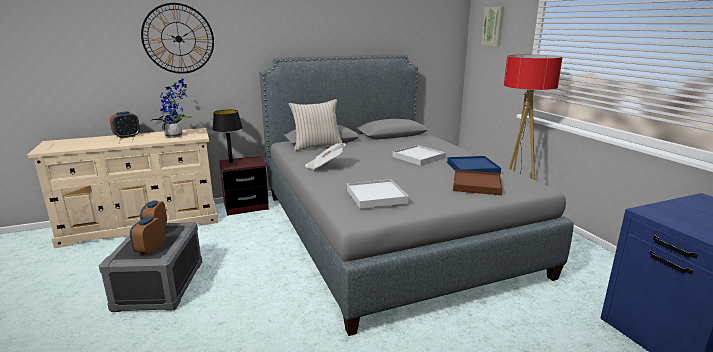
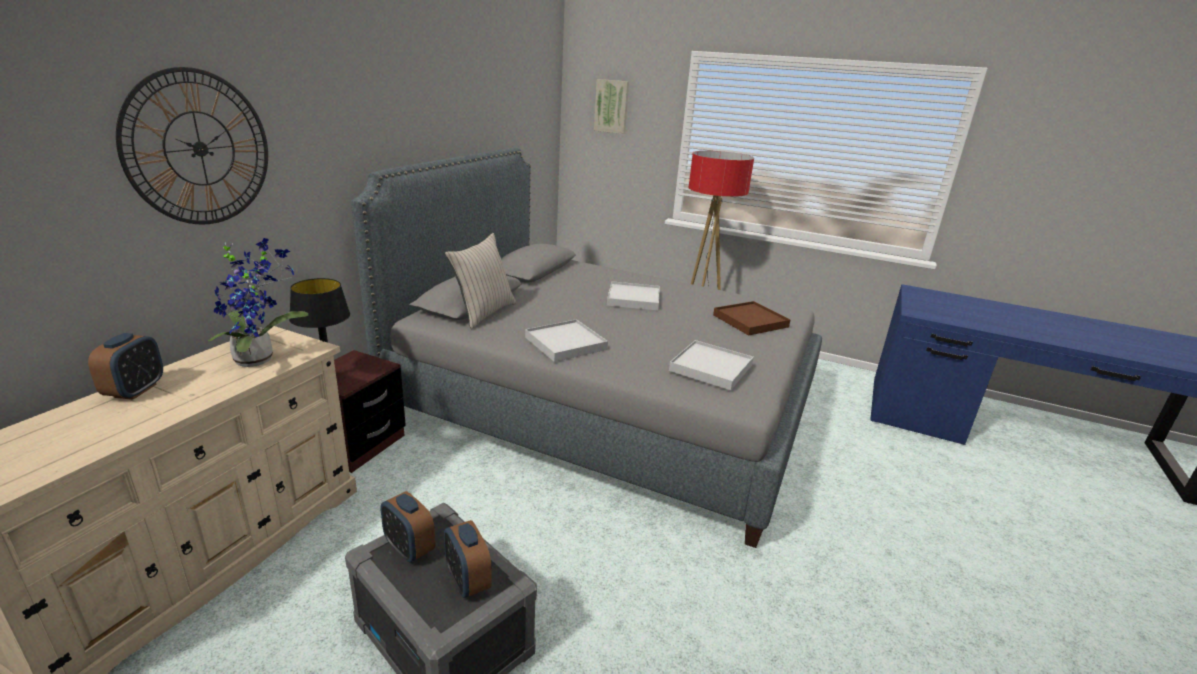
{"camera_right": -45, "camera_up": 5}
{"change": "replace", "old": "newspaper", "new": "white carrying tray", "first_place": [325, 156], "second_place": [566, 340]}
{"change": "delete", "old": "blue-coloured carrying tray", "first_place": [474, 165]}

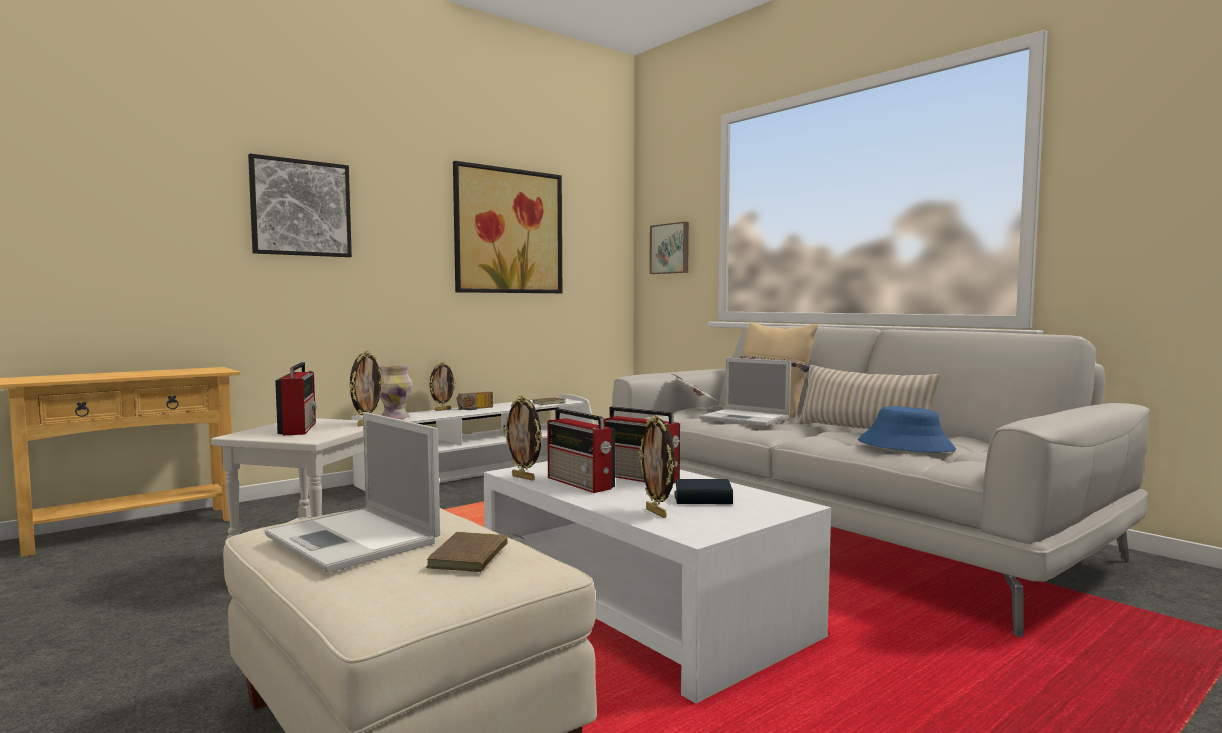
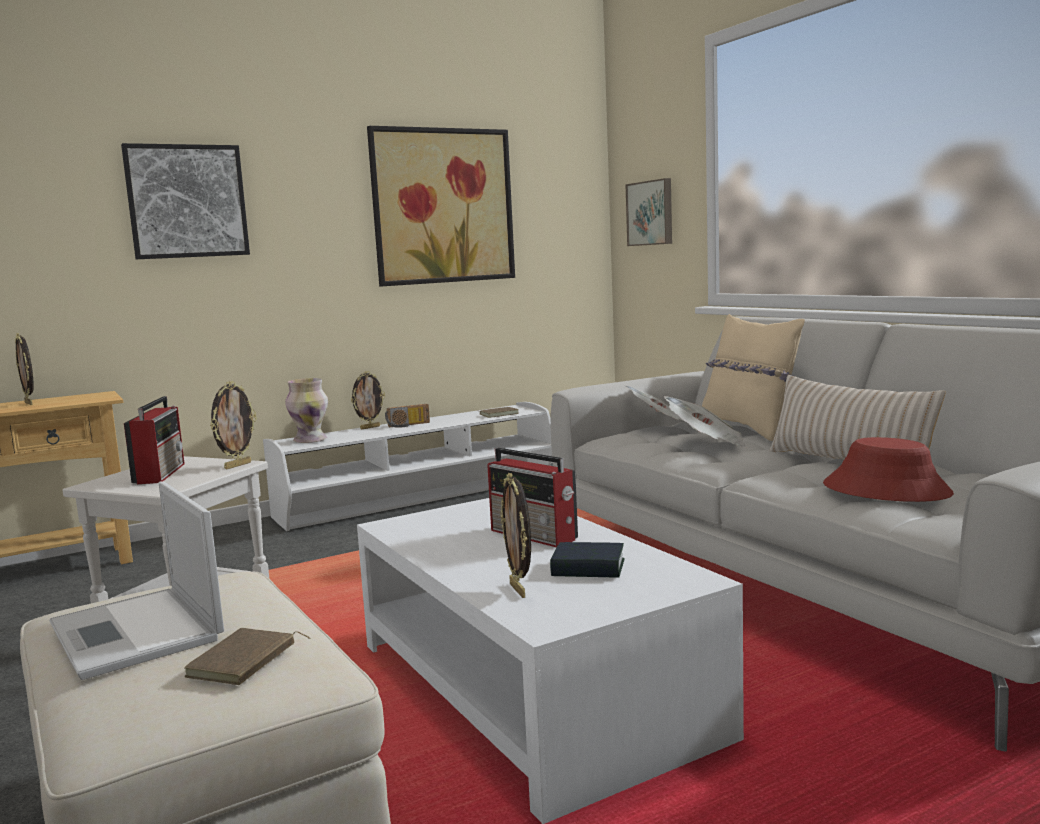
{"camera_right": 10, "camera_up": 5}
{"change": "move", "old": "standing frame", "first_place": [522, 438], "second_place": [24, 369]}
{"change": "delete", "old": "radio receiver", "first_place": [581, 450]}
{"change": "replace", "old": "portable computer", "new": "newspaper", "first_place": [745, 392], "second_place": [705, 422]}
{"change": "recolor", "old": "blue-coloured hat", "new": "red hat", "first_place": [907, 429], "second_place": [888, 469]}

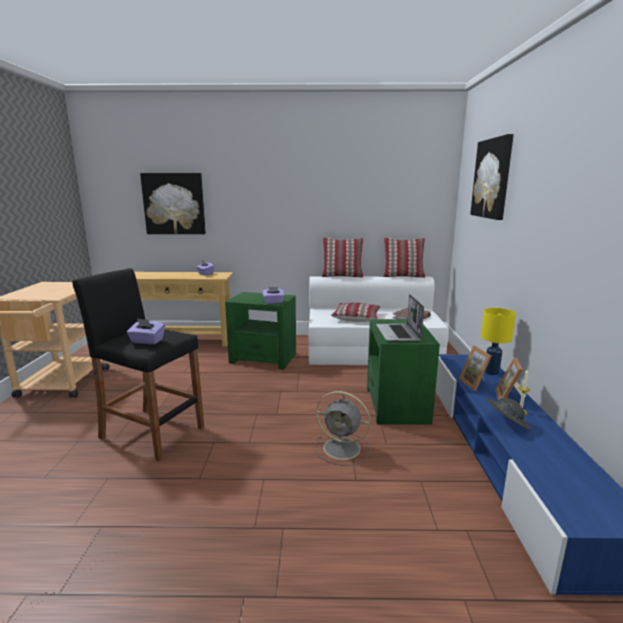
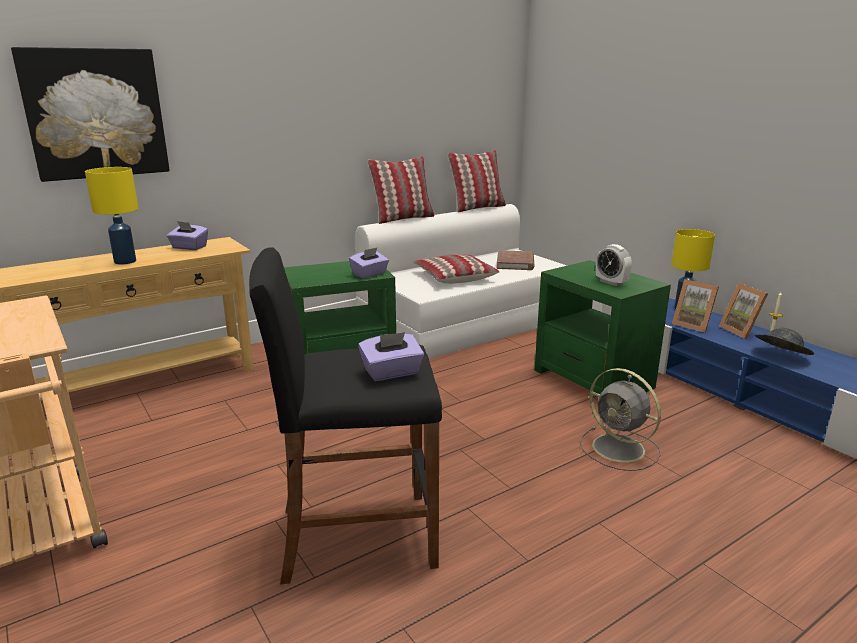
{"camera_right": -35, "camera_up": 5}
{"change": "rotate", "old": "grey fan", "first_place": [343, 428], "second_place": [620, 419], "degrees": 60}
{"change": "replace", "old": "portable computer", "new": "bedside clock", "first_place": [400, 318], "second_place": [614, 265]}
{"change": "delete", "old": "wall picture", "first_place": [492, 177]}
{"change": "insert", "new": "yellow-coloured table lamp", "second_place": [112, 216]}

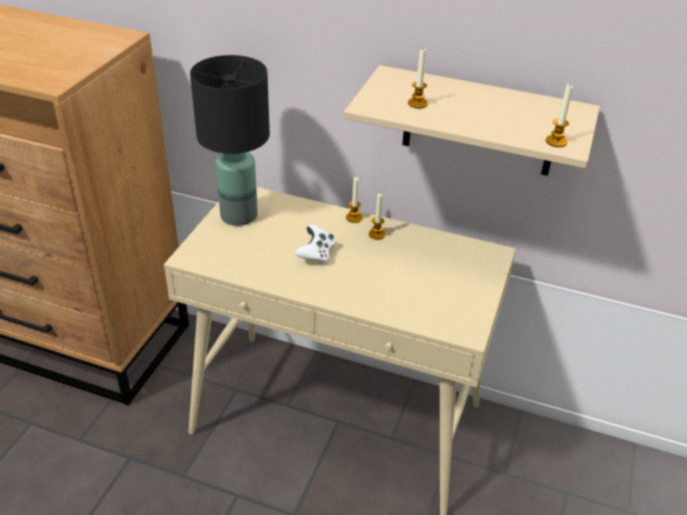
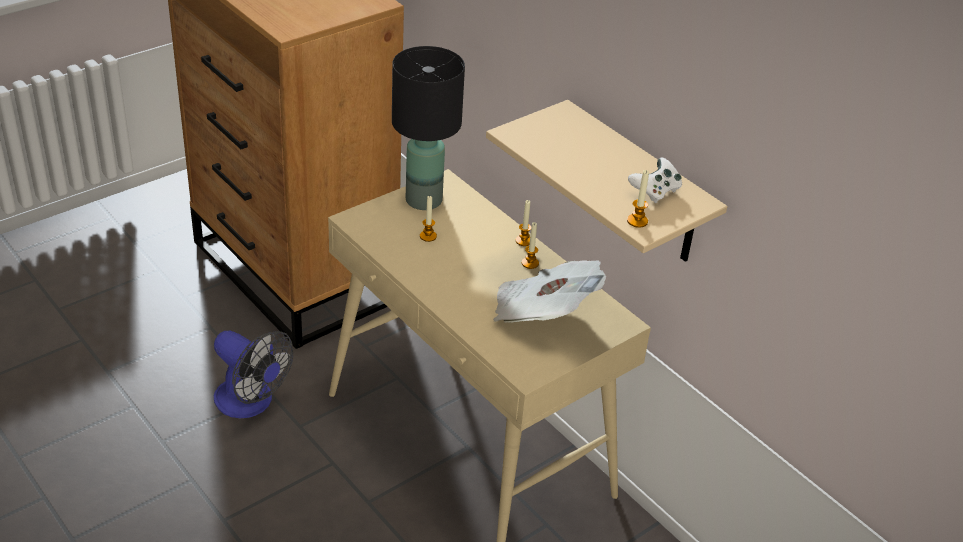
{"camera_right": 30, "camera_up": 0}
{"change": "move", "old": "white gamepad", "first_place": [315, 245], "second_place": [655, 180]}
{"change": "move", "old": "wax light", "first_place": [418, 78], "second_place": [428, 219]}
{"change": "insert", "new": "fan", "second_place": [253, 374]}
{"change": "insert", "new": "newspaper", "second_place": [549, 291]}

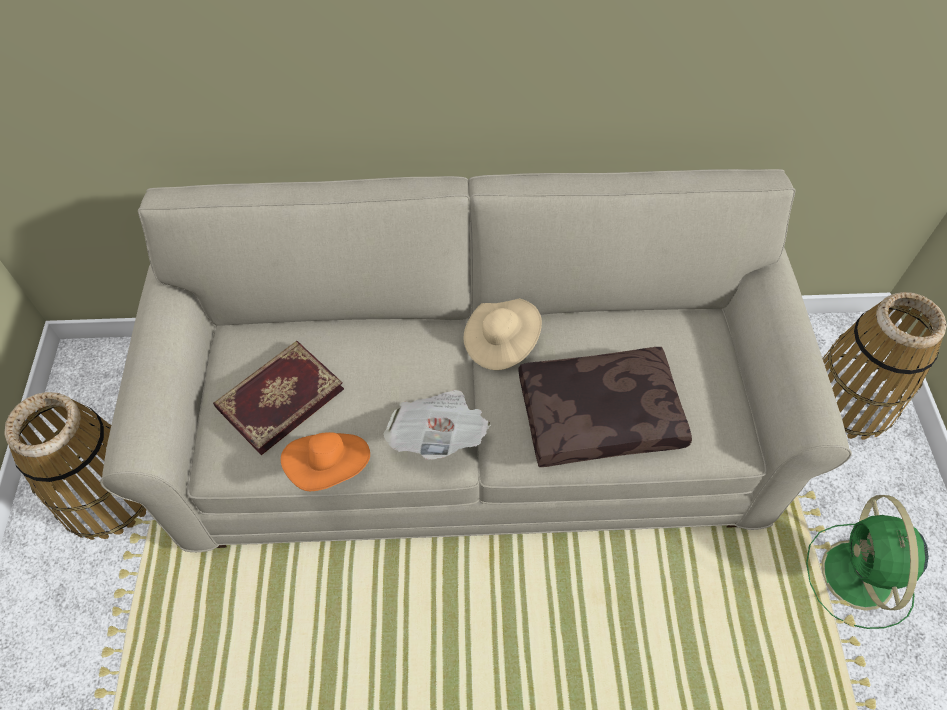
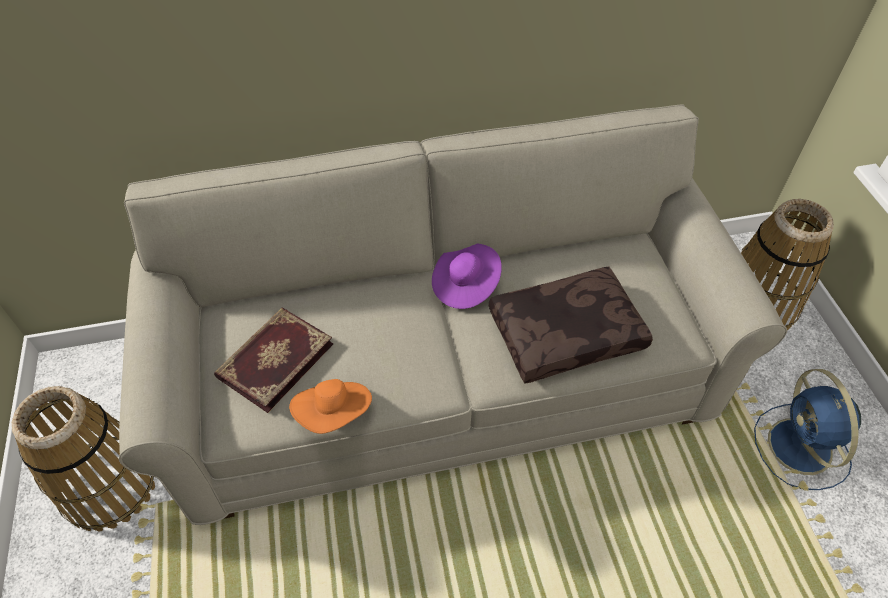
{"camera_right": -10, "camera_up": -5}
{"change": "delete", "old": "newspaper", "first_place": [437, 425]}
{"change": "recolor", "old": "beige-coloured hat", "new": "purple-coloured hat", "first_place": [503, 334], "second_place": [467, 276]}
{"change": "recolor", "old": "greenish fan", "new": "blue-coloured fan", "first_place": [867, 562], "second_place": [807, 429]}

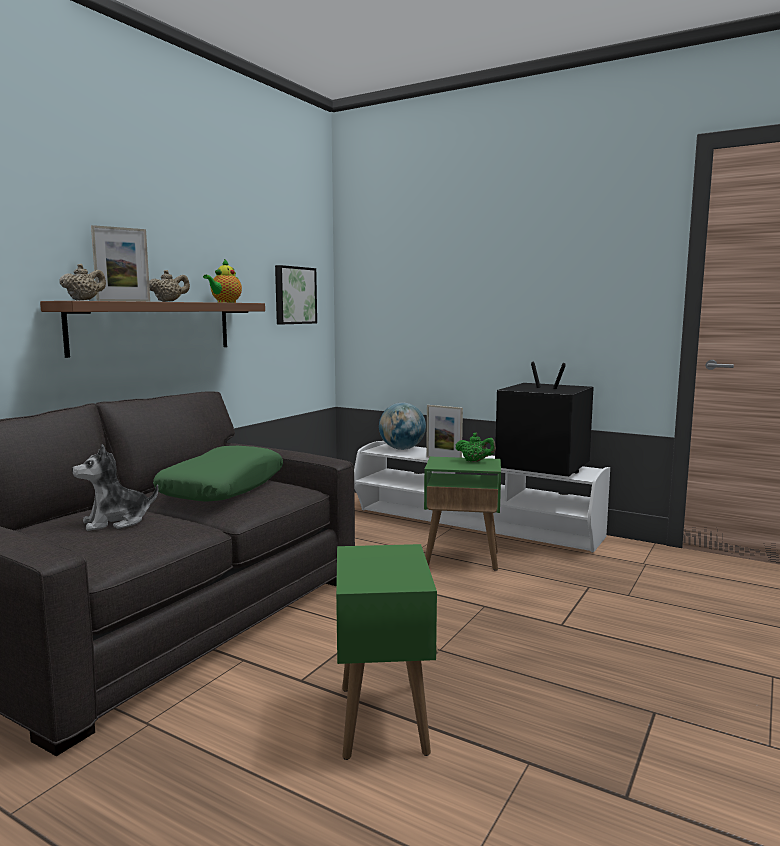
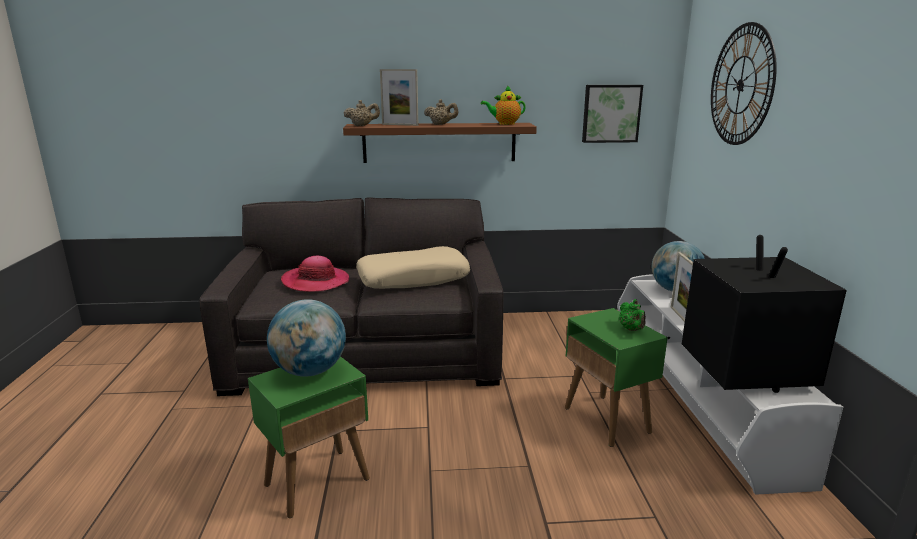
{"camera_right": 55, "camera_up": 10}
{"change": "replace", "old": "soft toy", "new": "hat", "first_place": [115, 487], "second_place": [315, 274]}
{"change": "recolor", "old": "greenish pillow", "new": "beige-coloured pillow", "first_place": [218, 474], "second_place": [413, 267]}
{"change": "insert", "new": "desk globe", "second_place": [306, 338]}
{"change": "insert", "new": "wall clock", "second_place": [744, 83]}

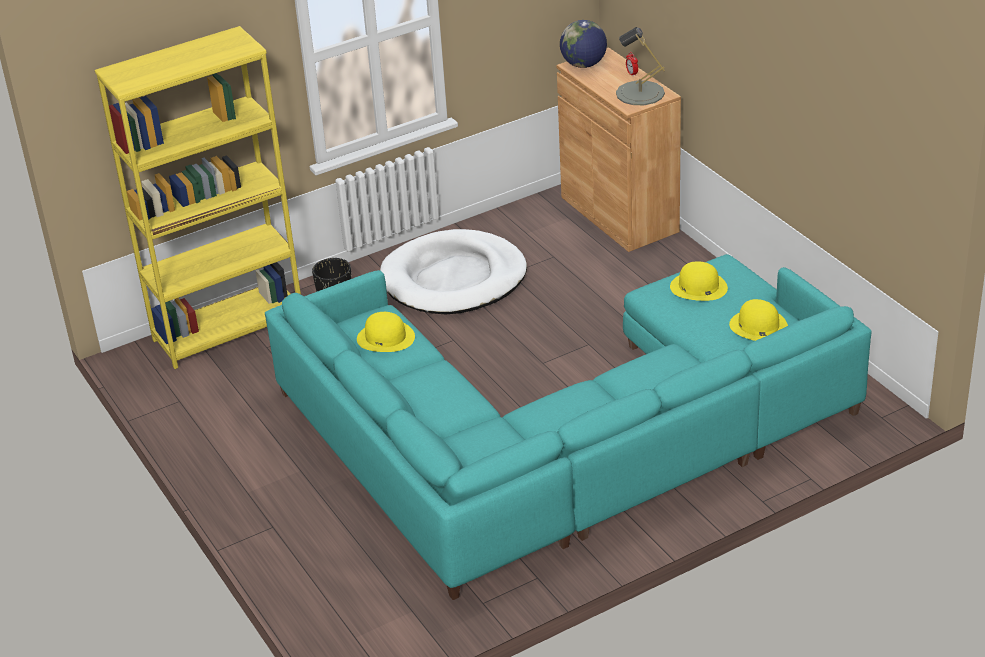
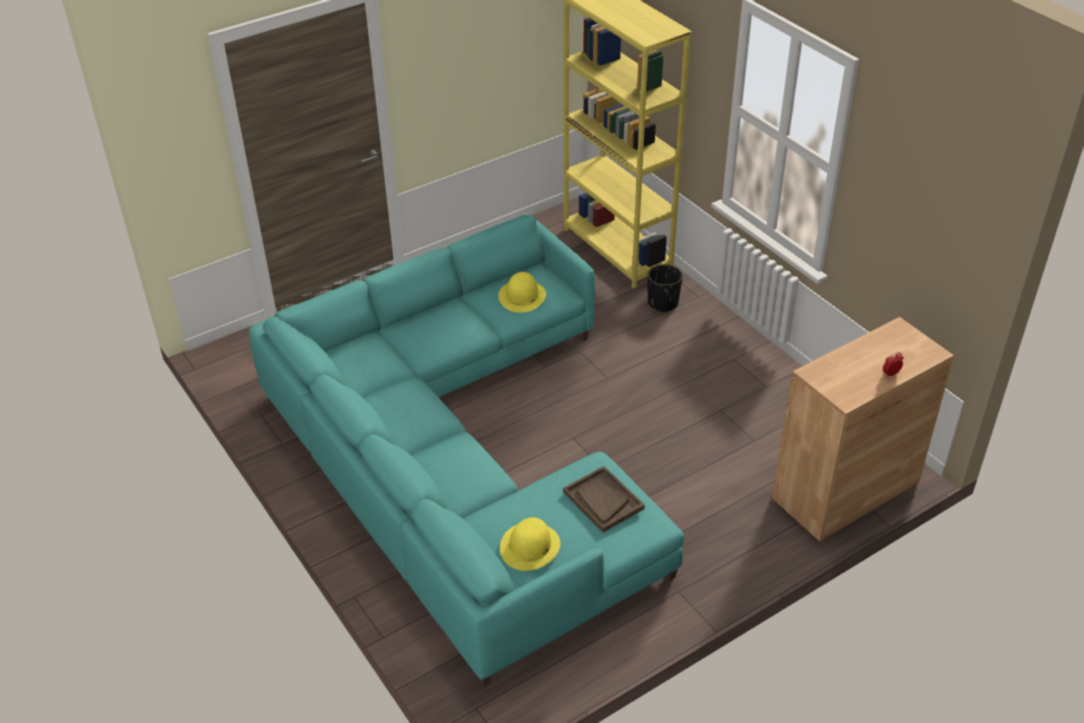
{"camera_right": 85, "camera_up": 5}
{"change": "delete", "old": "white dog bed", "first_place": [453, 272]}
{"change": "delete", "old": "desk globe", "first_place": [583, 44]}
{"change": "delete", "old": "grey table lamp", "first_place": [640, 66]}
{"change": "replace", "old": "yellow-coloured hat", "new": "brown carrying tray", "first_place": [699, 281], "second_place": [604, 499]}

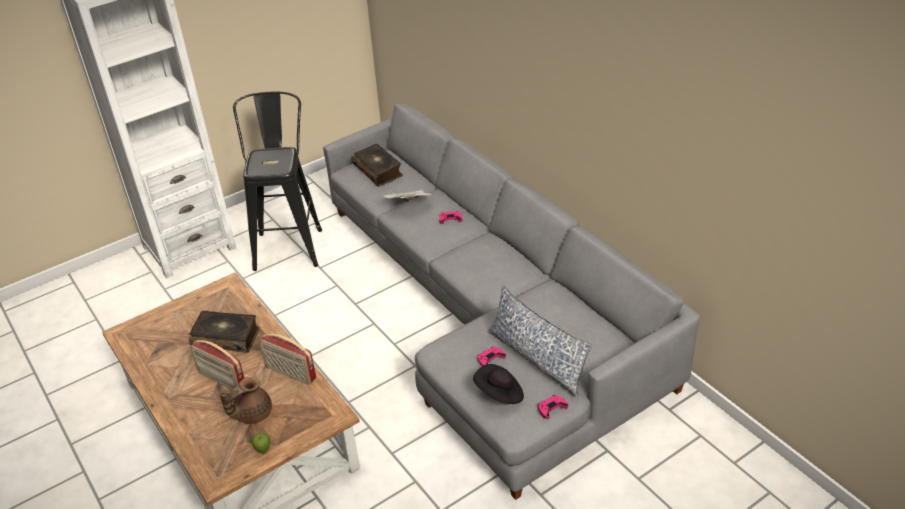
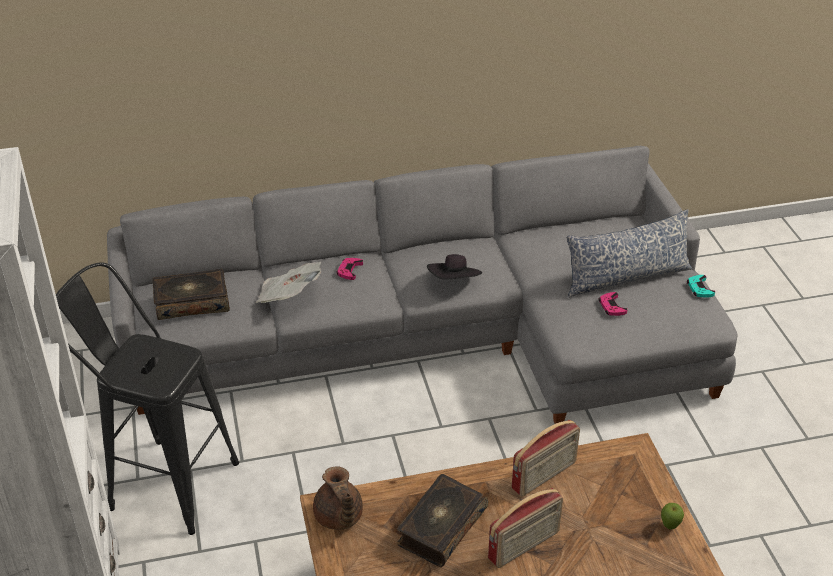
{"camera_right": -70, "camera_up": 0}
{"change": "move", "old": "brown teapot", "first_place": [246, 400], "second_place": [338, 498]}
{"change": "move", "old": "black hat", "first_place": [498, 384], "second_place": [454, 267]}
{"change": "recolor", "old": "pinkish gamepad", "new": "blue-green gamepad", "first_place": [553, 407], "second_place": [701, 286]}

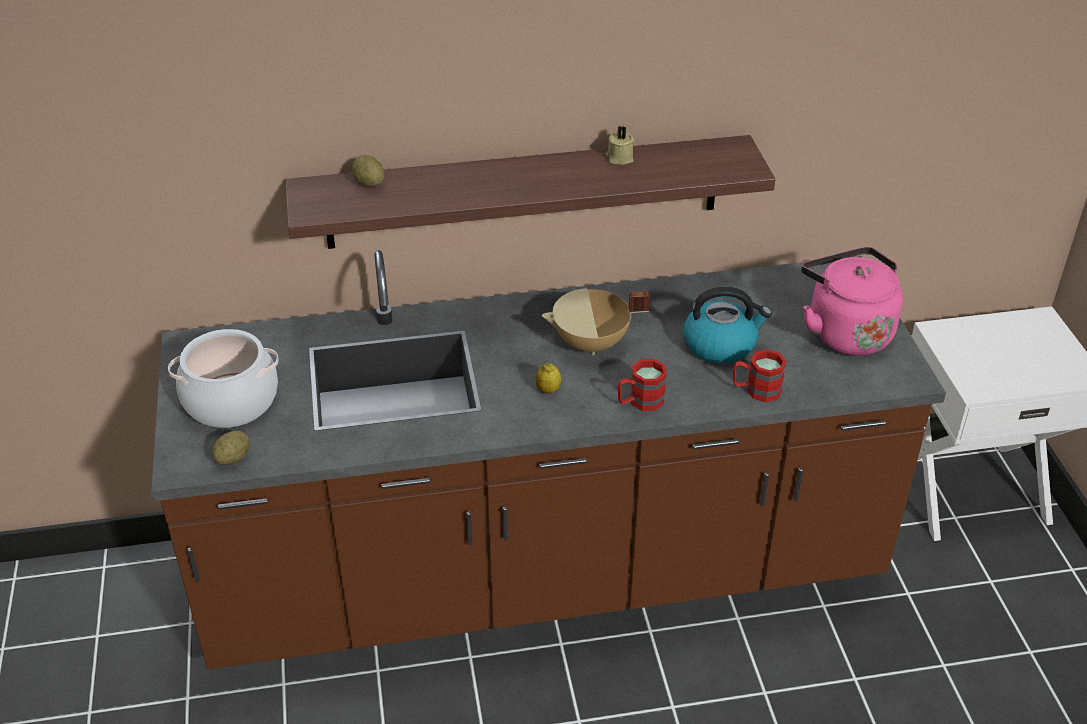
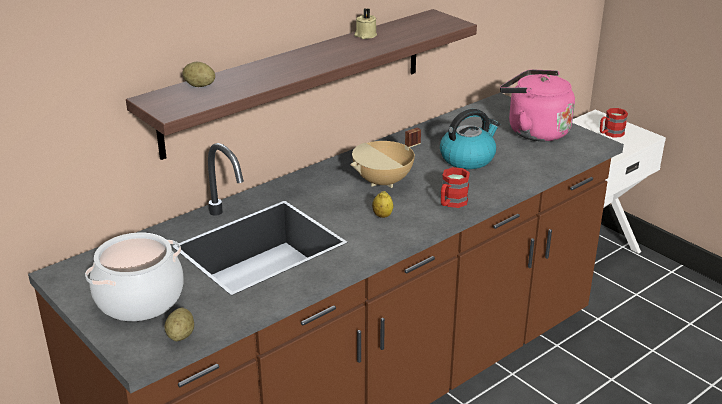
{"camera_right": -30, "camera_up": -10}
{"change": "move", "old": "red tea mug", "first_place": [760, 375], "second_place": [614, 123]}

